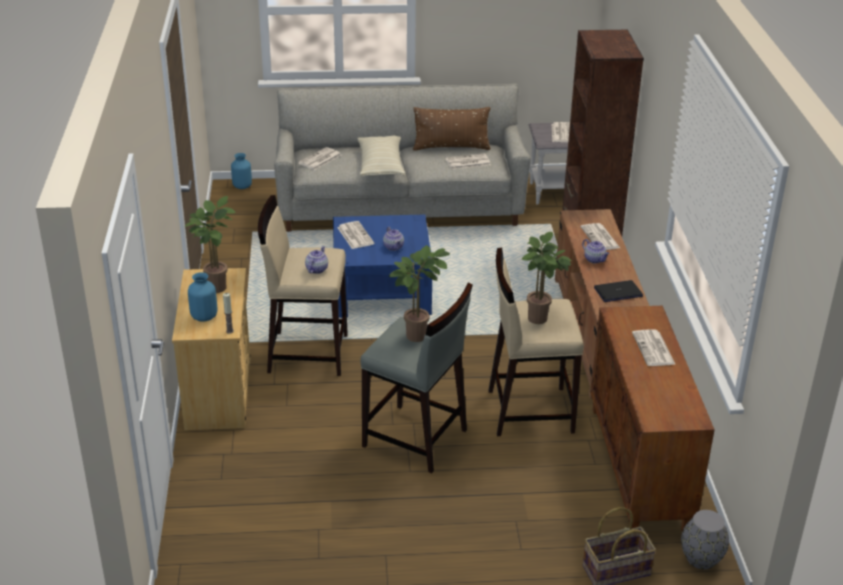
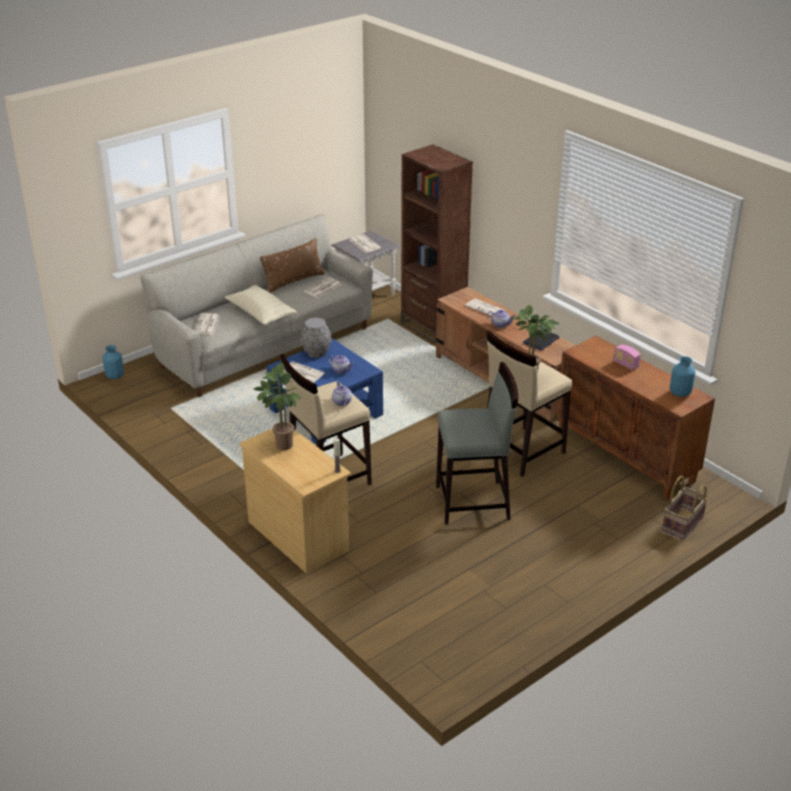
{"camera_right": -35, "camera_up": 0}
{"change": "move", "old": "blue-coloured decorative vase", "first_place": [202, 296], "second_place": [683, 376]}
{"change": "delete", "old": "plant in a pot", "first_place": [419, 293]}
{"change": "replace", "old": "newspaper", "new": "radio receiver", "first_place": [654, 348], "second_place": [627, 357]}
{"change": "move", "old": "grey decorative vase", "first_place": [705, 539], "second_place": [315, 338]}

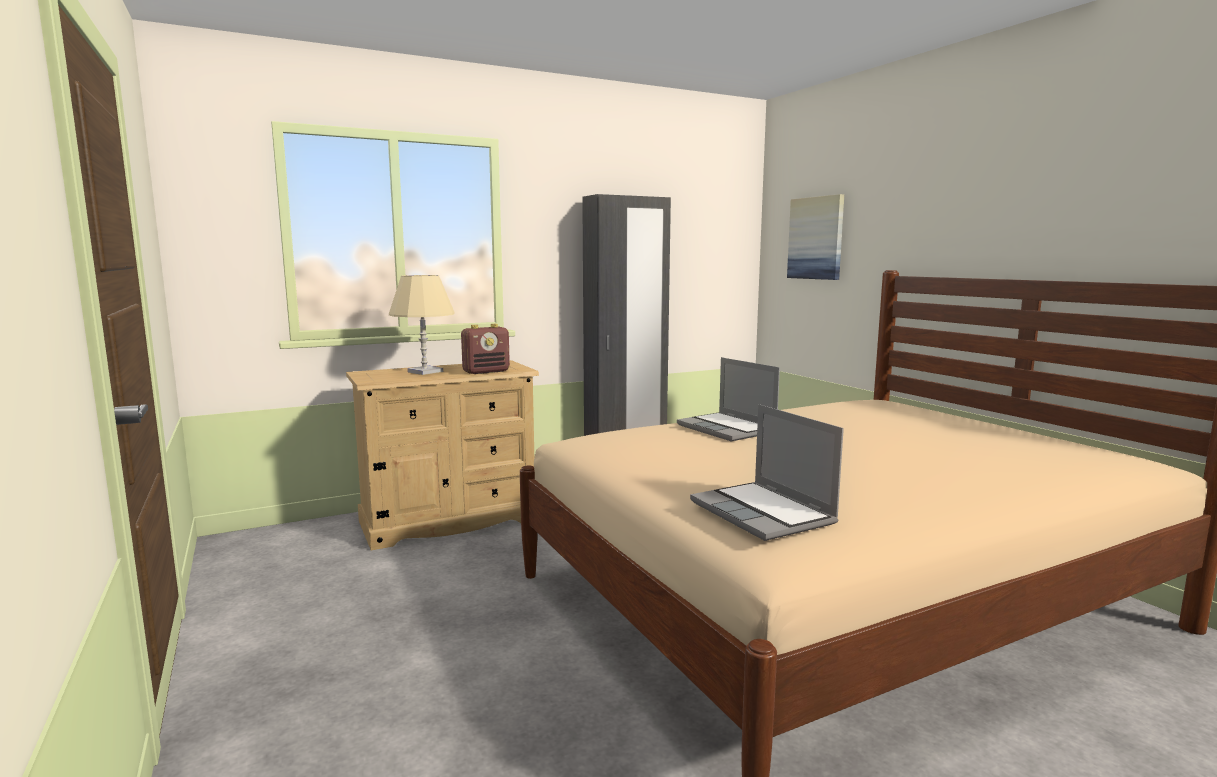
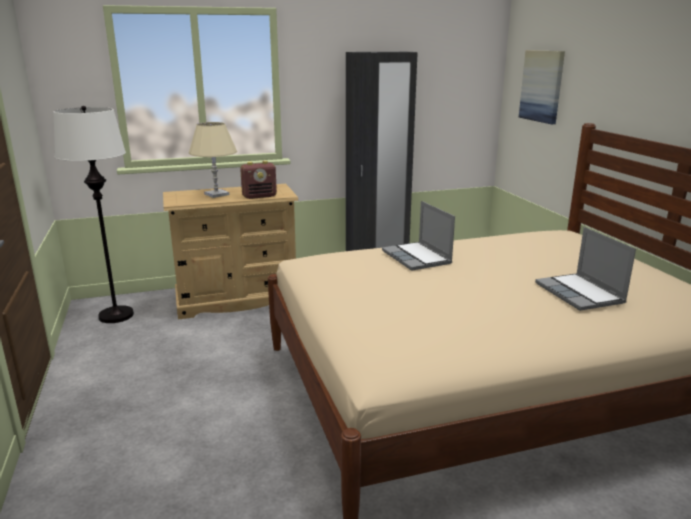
{"camera_right": 10, "camera_up": 10}
{"change": "move", "old": "portable computer", "first_place": [767, 472], "second_place": [585, 269]}
{"change": "insert", "new": "white standard lamp", "second_place": [93, 214]}

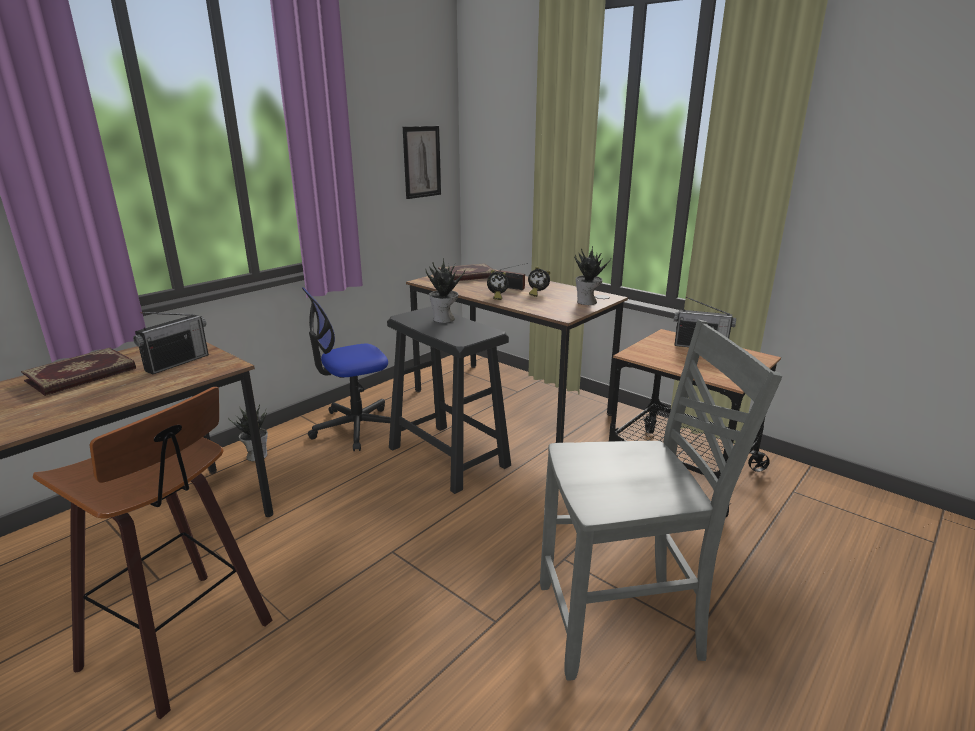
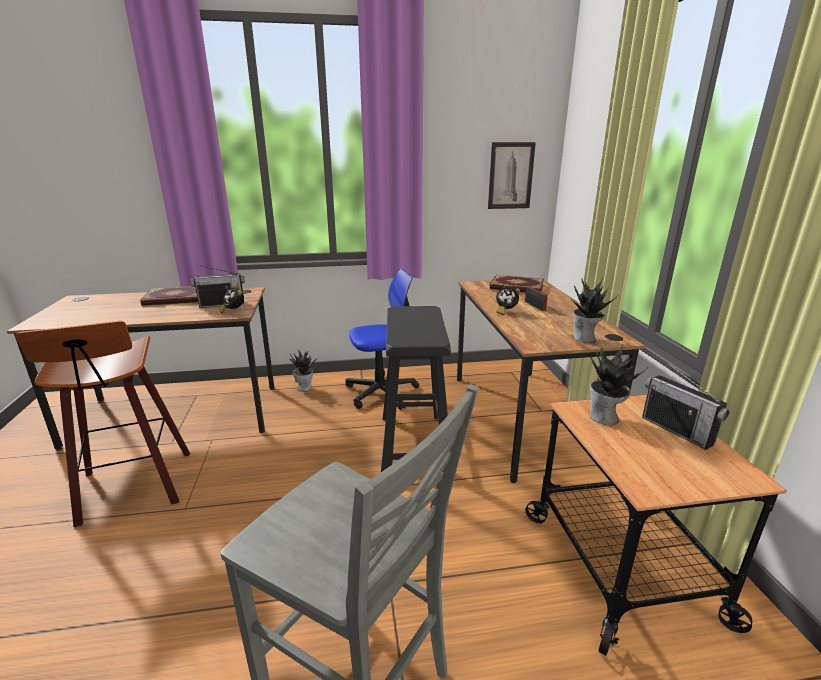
{"camera_right": 40, "camera_up": 0}
{"change": "rotate", "old": "office chair", "first_place": [346, 369], "second_place": [382, 339], "degrees": 150}
{"change": "move", "old": "plant in a pot", "first_place": [445, 290], "second_place": [619, 384]}
{"change": "move", "old": "bedside clock", "first_place": [539, 281], "second_place": [231, 299]}

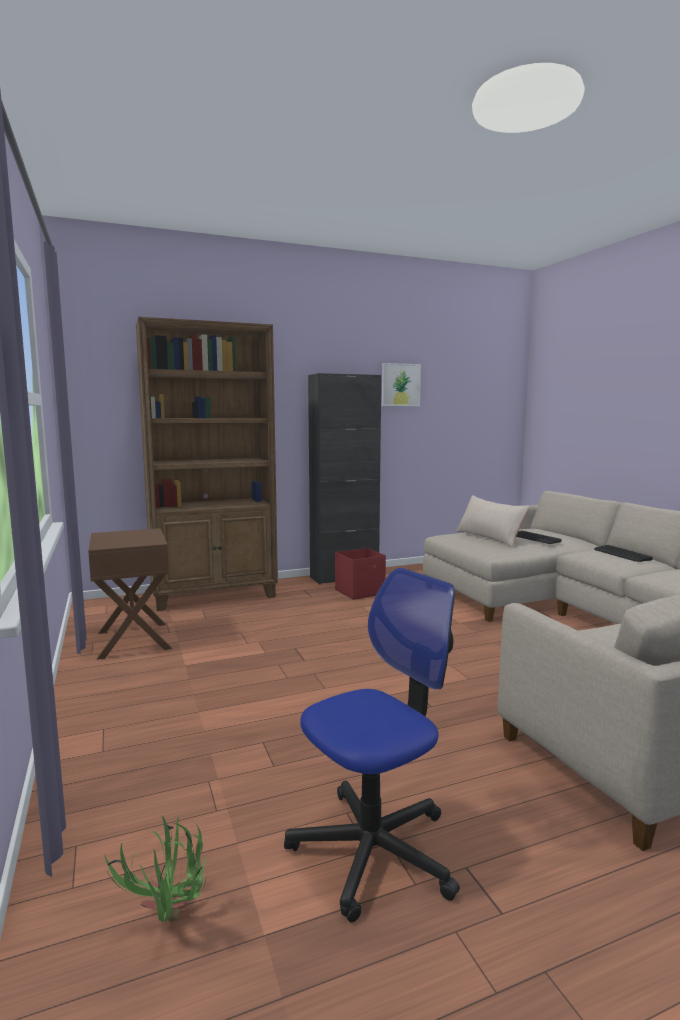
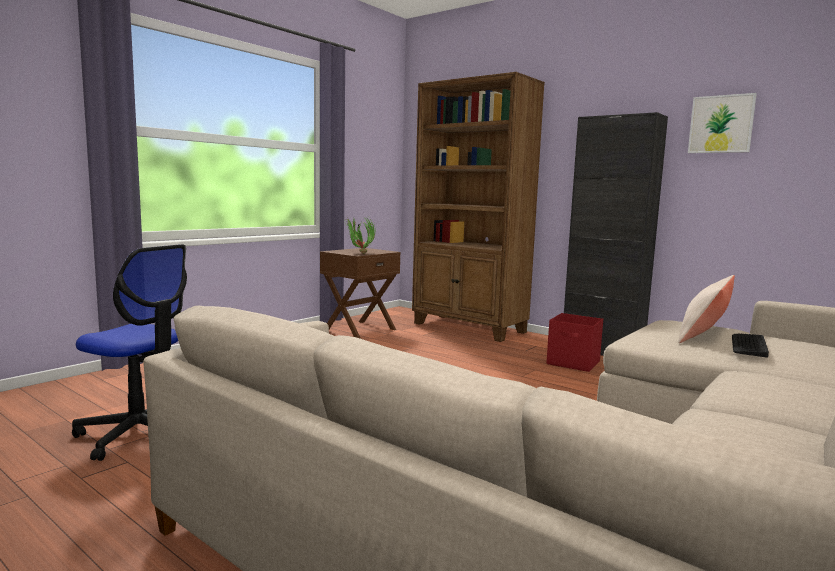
{"camera_right": 60, "camera_up": 0}
{"change": "move", "old": "plant in a pot", "first_place": [155, 869], "second_place": [359, 235]}
{"change": "delete", "old": "keyboard", "first_place": [623, 553]}

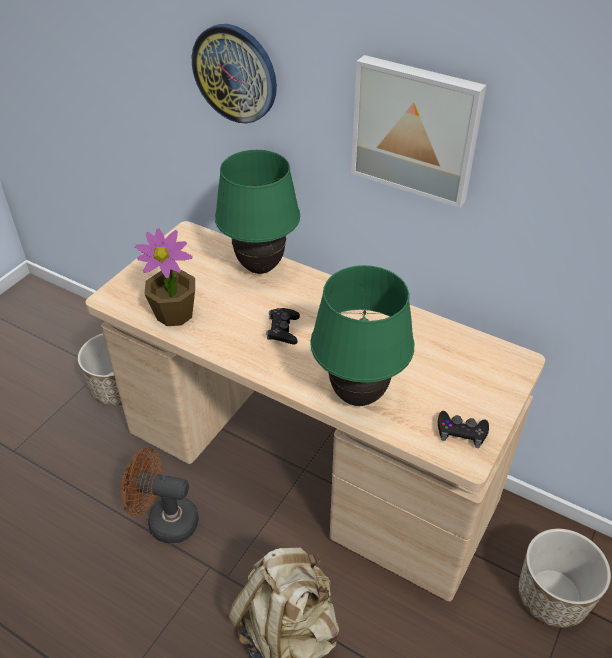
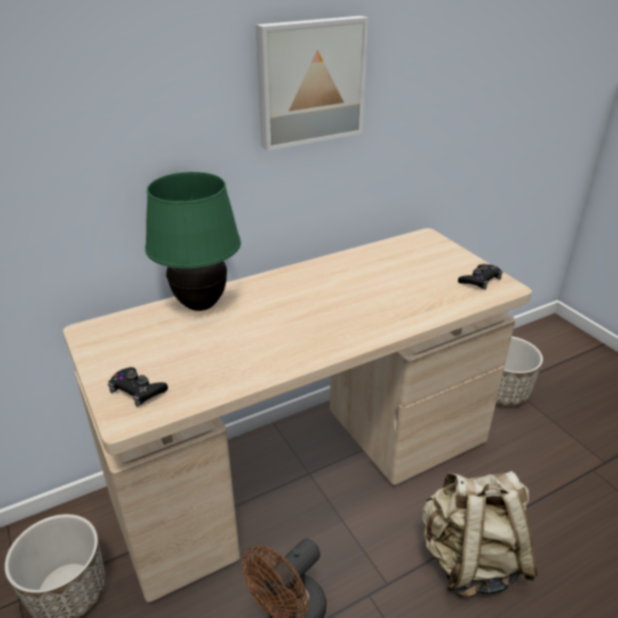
{"camera_right": -60, "camera_up": -10}
{"change": "delete", "old": "plant in a pot", "first_place": [165, 277]}
{"change": "delete", "old": "wall clock", "first_place": [234, 73]}
{"change": "move", "old": "black gamepad", "first_place": [283, 326], "second_place": [138, 387]}
{"change": "delete", "old": "greenish table lamp", "first_place": [362, 335]}

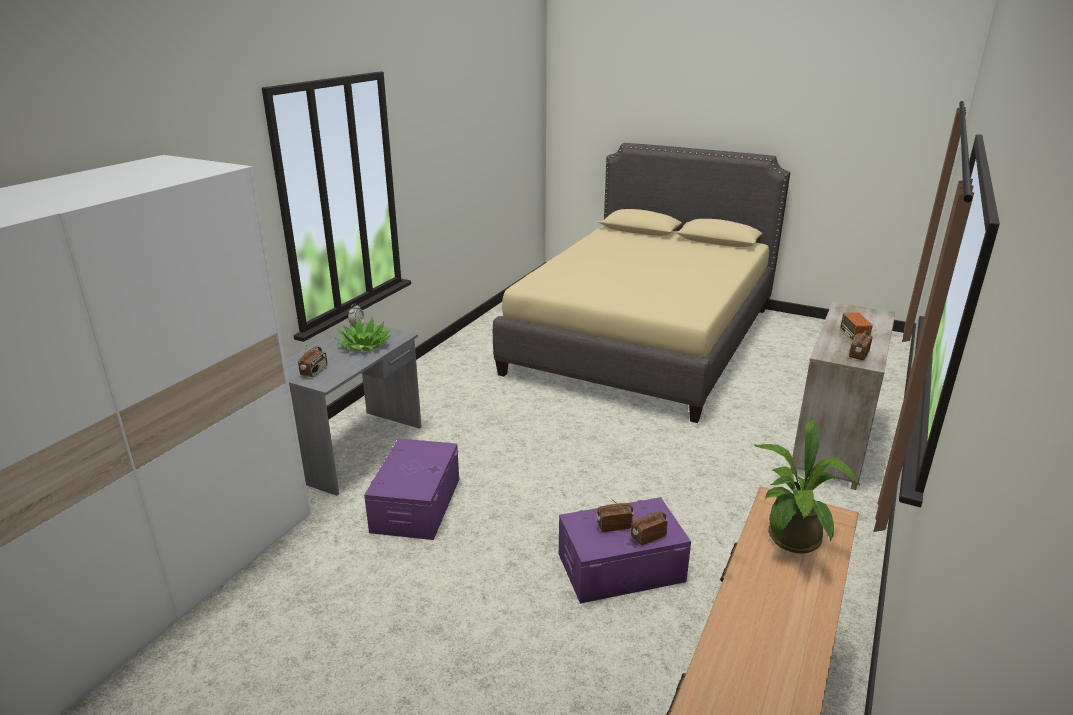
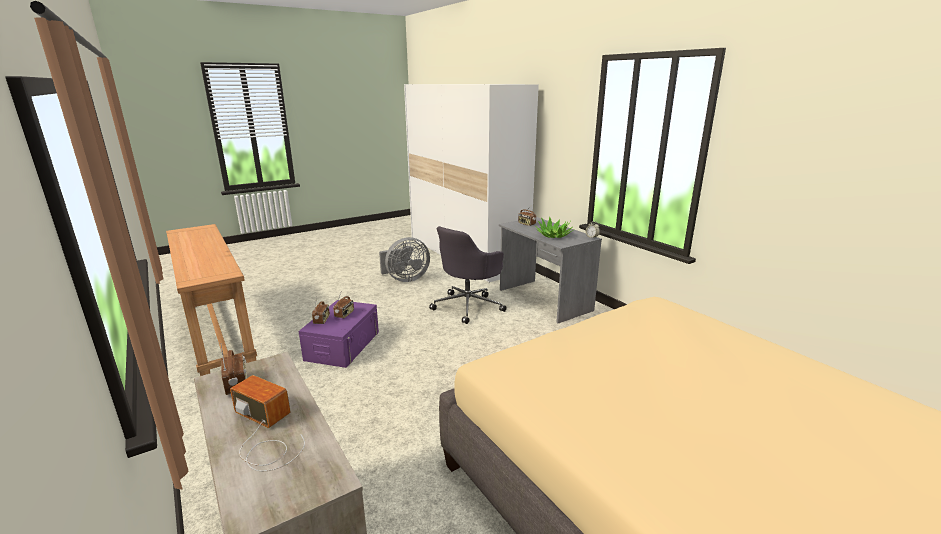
{"camera_right": 120, "camera_up": -5}
{"change": "replace", "old": "purple-coloured storage box", "new": "grey office chair", "first_place": [411, 489], "second_place": [468, 275]}
{"change": "delete", "old": "plant in a pot", "first_place": [807, 486]}
{"change": "insert", "new": "grey fan", "second_place": [404, 259]}

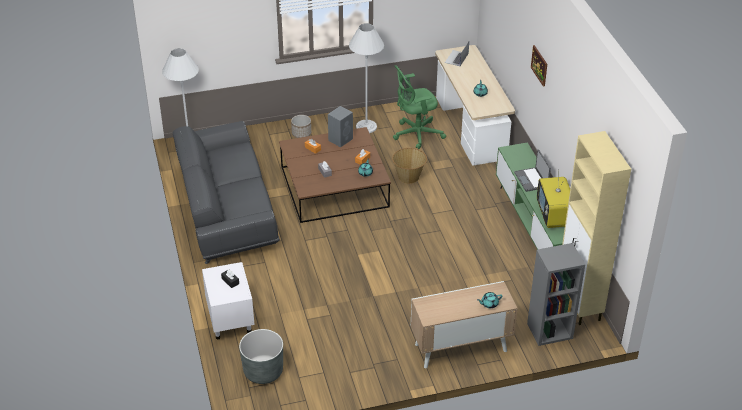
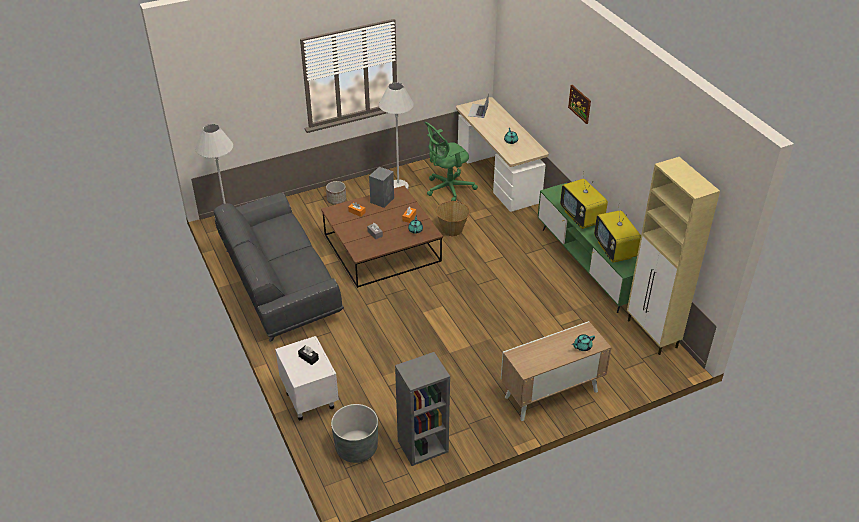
{"camera_right": -10, "camera_up": 0}
{"change": "replace", "old": "portable computer", "new": "TV set", "first_place": [532, 170], "second_place": [584, 200]}
{"change": "move", "old": "grey shelving unit", "first_place": [556, 294], "second_place": [422, 409]}

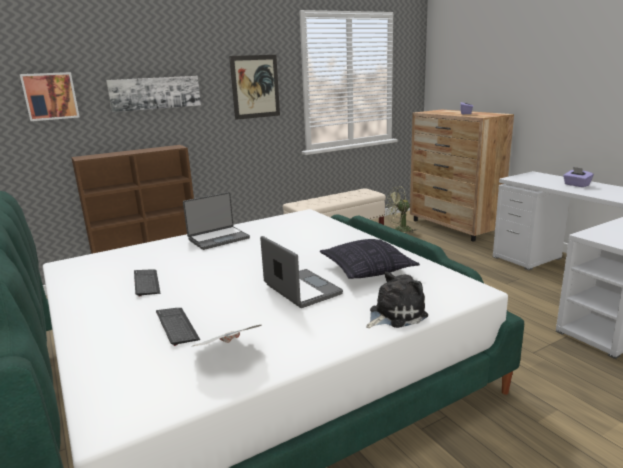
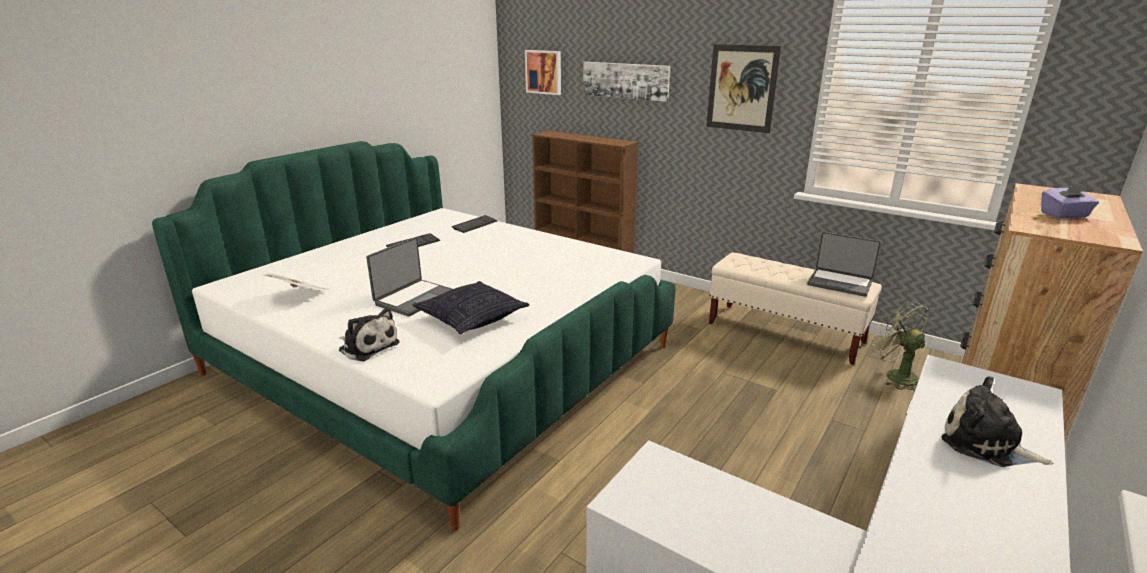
{"camera_right": 65, "camera_up": 5}
{"change": "move", "old": "keyboard", "first_place": [178, 327], "second_place": [474, 224]}
{"change": "move", "old": "portable computer", "first_place": [216, 221], "second_place": [844, 264]}
{"change": "replace", "old": "purple-coloured tissue box", "new": "soft toy", "first_place": [578, 177], "second_place": [997, 421]}

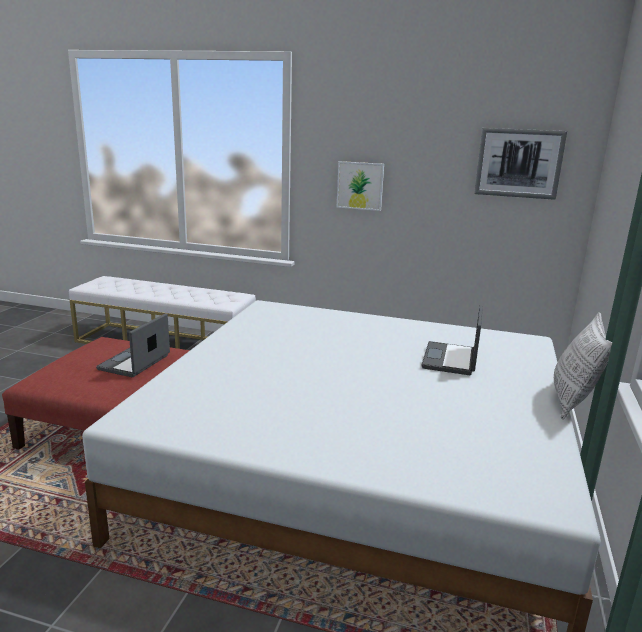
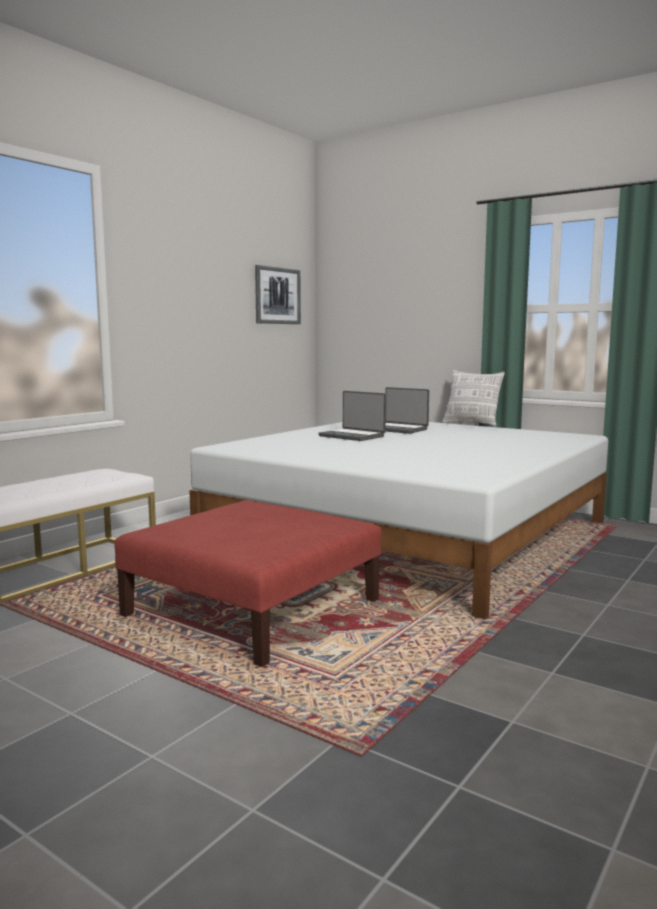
{"camera_right": -70, "camera_up": -10}
{"change": "move", "old": "portable computer", "first_place": [133, 345], "second_place": [352, 416]}
{"change": "delete", "old": "wall picture", "first_place": [360, 186]}

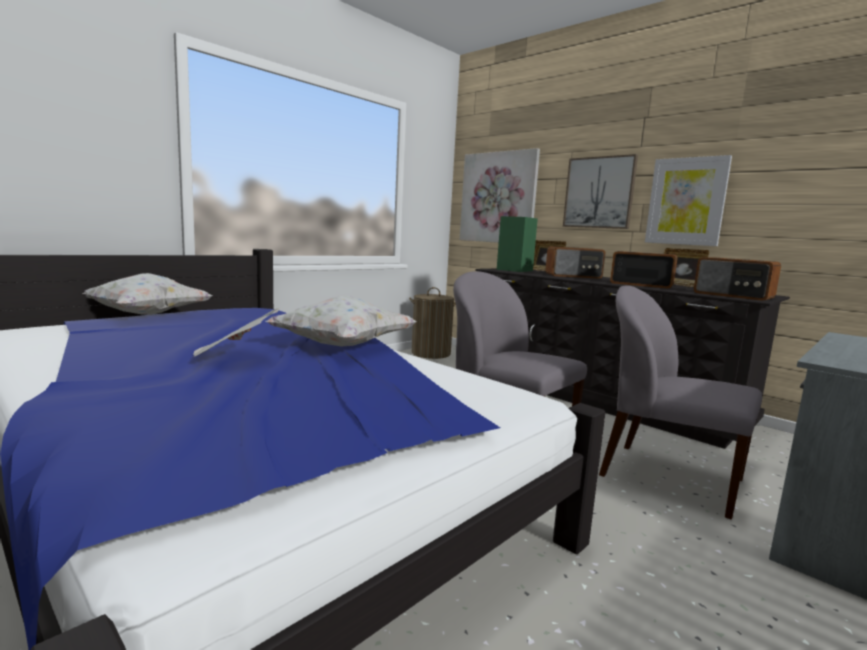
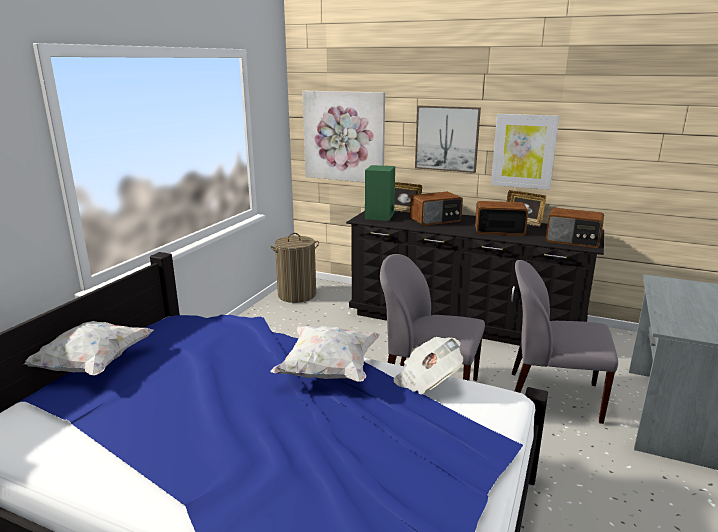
{"camera_right": -20, "camera_up": 10}
{"change": "move", "old": "newspaper", "first_place": [236, 332], "second_place": [428, 365]}

